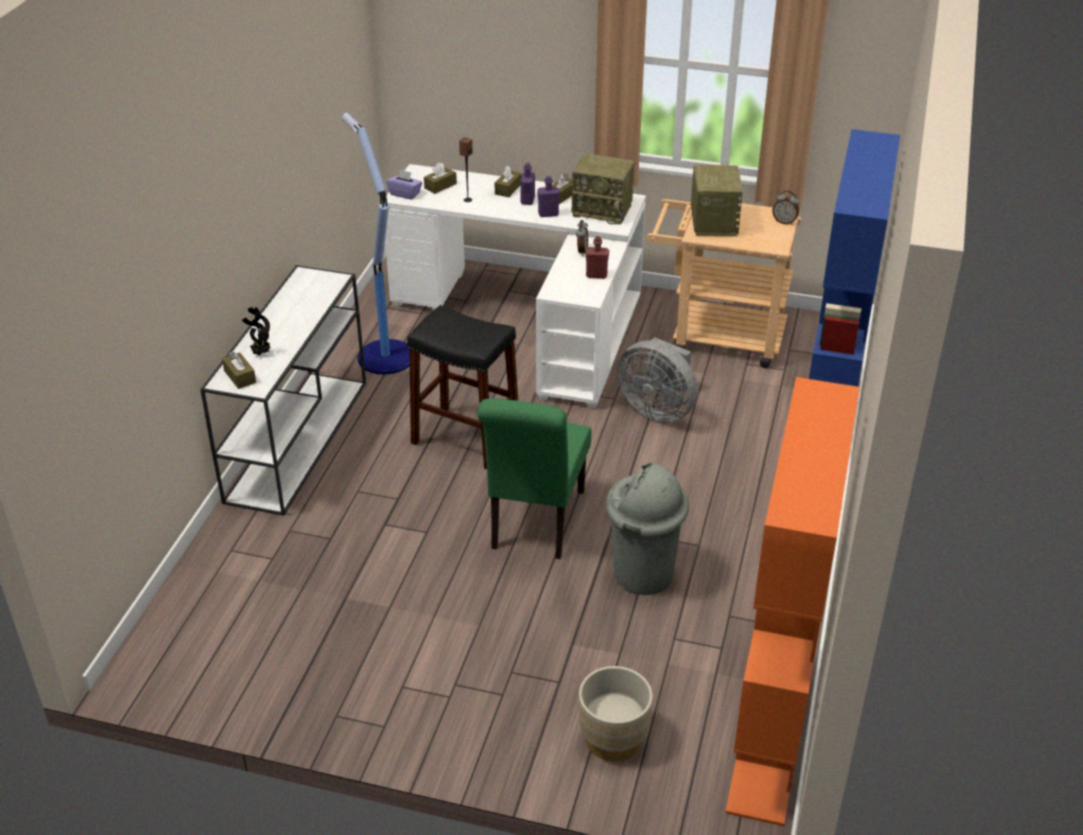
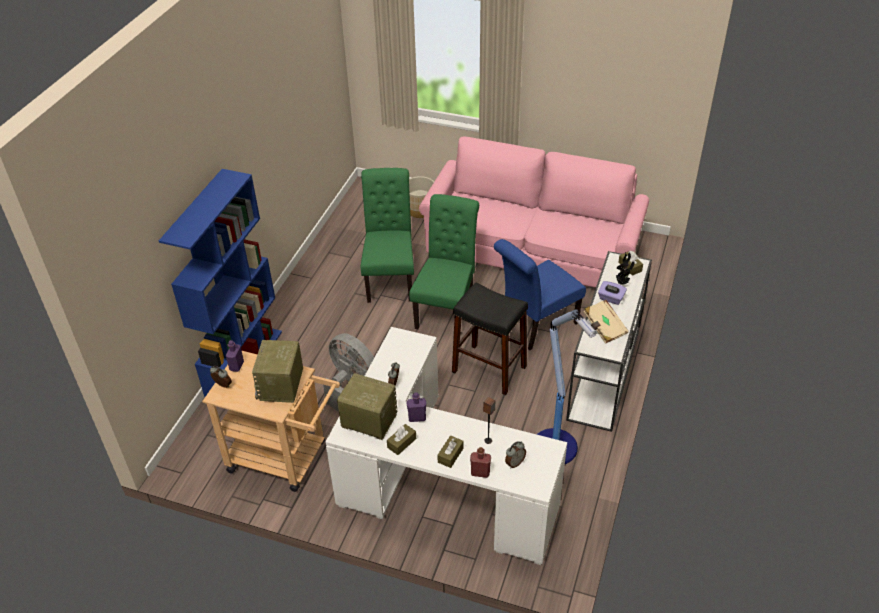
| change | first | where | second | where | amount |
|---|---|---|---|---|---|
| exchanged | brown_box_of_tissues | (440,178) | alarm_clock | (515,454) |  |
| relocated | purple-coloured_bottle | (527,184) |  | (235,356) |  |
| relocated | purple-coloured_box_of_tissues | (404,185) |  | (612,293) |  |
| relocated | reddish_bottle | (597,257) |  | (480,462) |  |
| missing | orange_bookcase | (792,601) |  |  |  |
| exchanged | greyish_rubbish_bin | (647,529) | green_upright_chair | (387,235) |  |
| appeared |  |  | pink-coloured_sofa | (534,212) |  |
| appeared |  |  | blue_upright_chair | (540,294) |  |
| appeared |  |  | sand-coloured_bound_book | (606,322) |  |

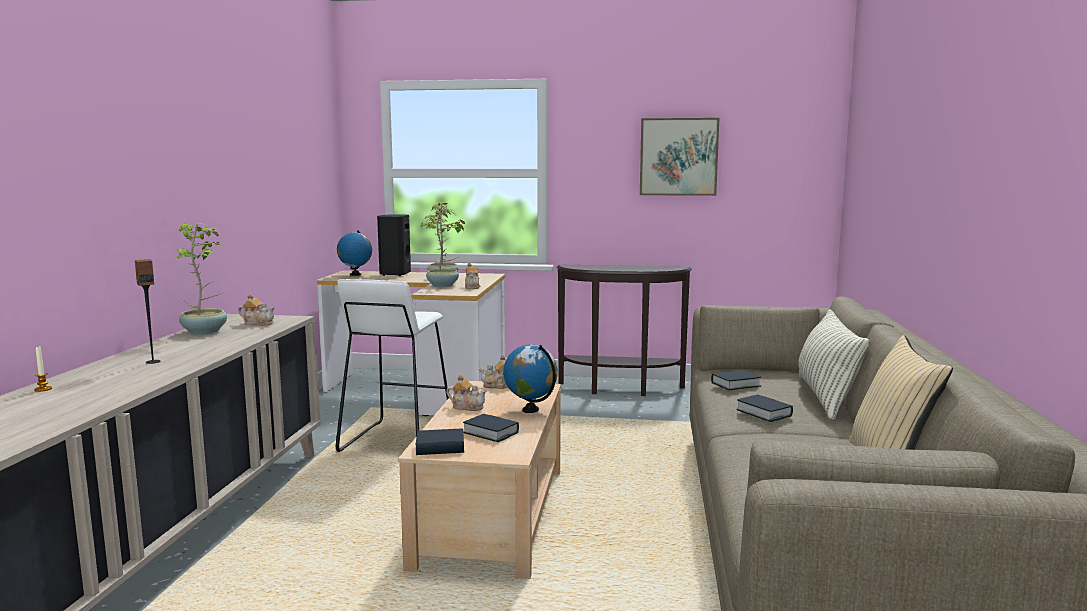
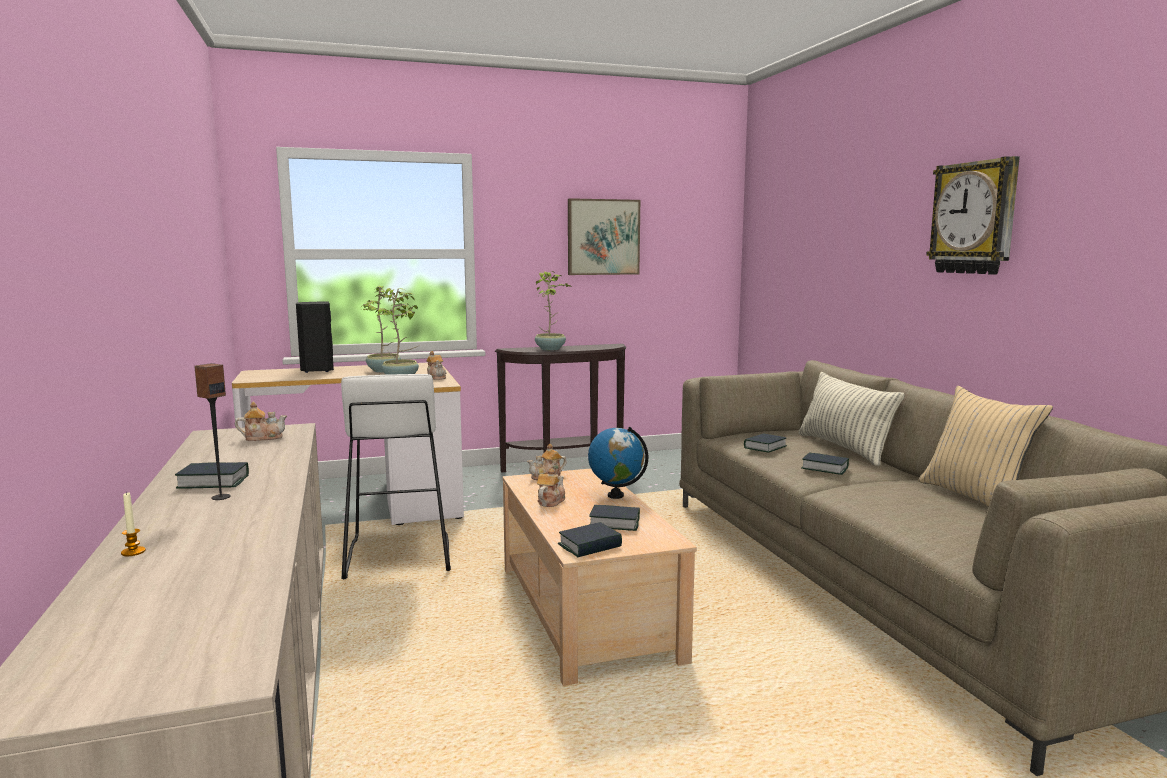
| change | first | where | second | where | amount |
|---|---|---|---|---|---|
| relocated | potted_plant | (200,279) |  | (553,311) |  |
| missing | world_globe | (354,253) |  |  |  |
| spun | tea_pot | (466,392) |  | (551,488) | 60 degrees counterclockwise |
| appeared |  |  | clock_on_the_wall | (973,215) |  |
| appeared |  |  | bound_book | (212,475) |  |

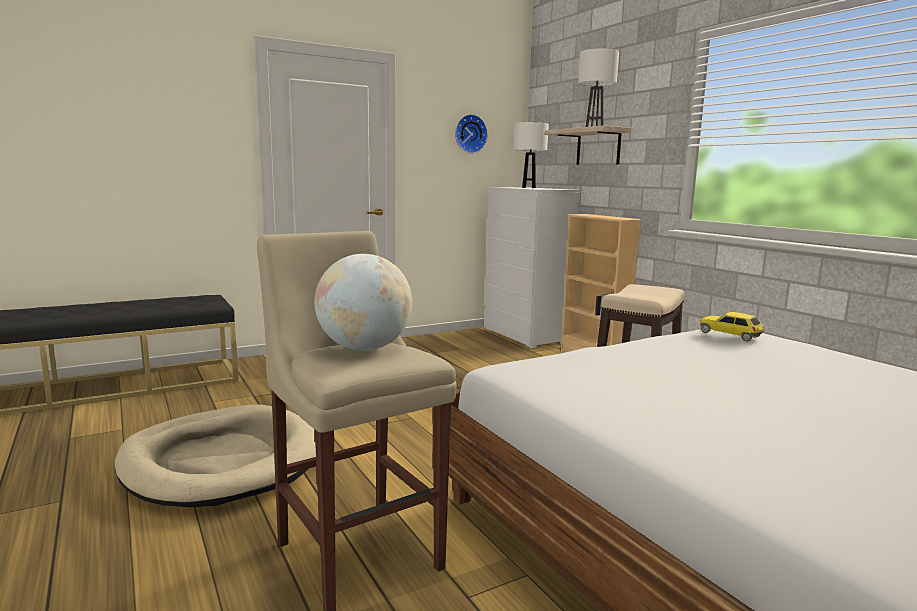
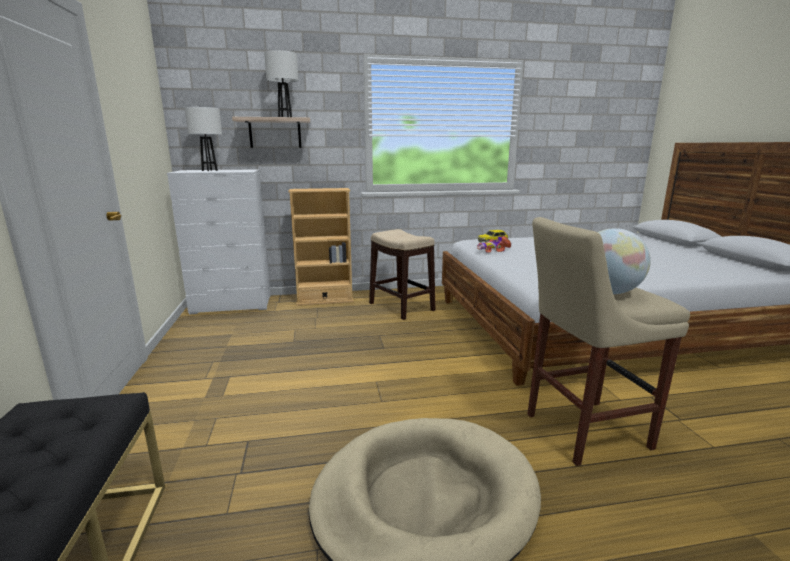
| change | first | where | second | where | amount |
|---|---|---|---|---|---|
| missing | clock_on_the_wall | (471,134) |  |  |  |
| appeared |  |  | model_car | (493,244) |  |

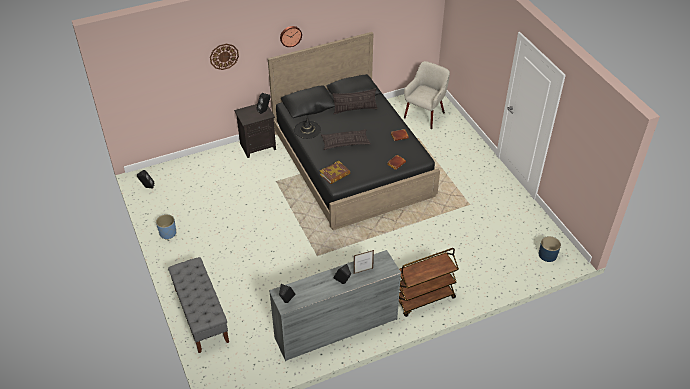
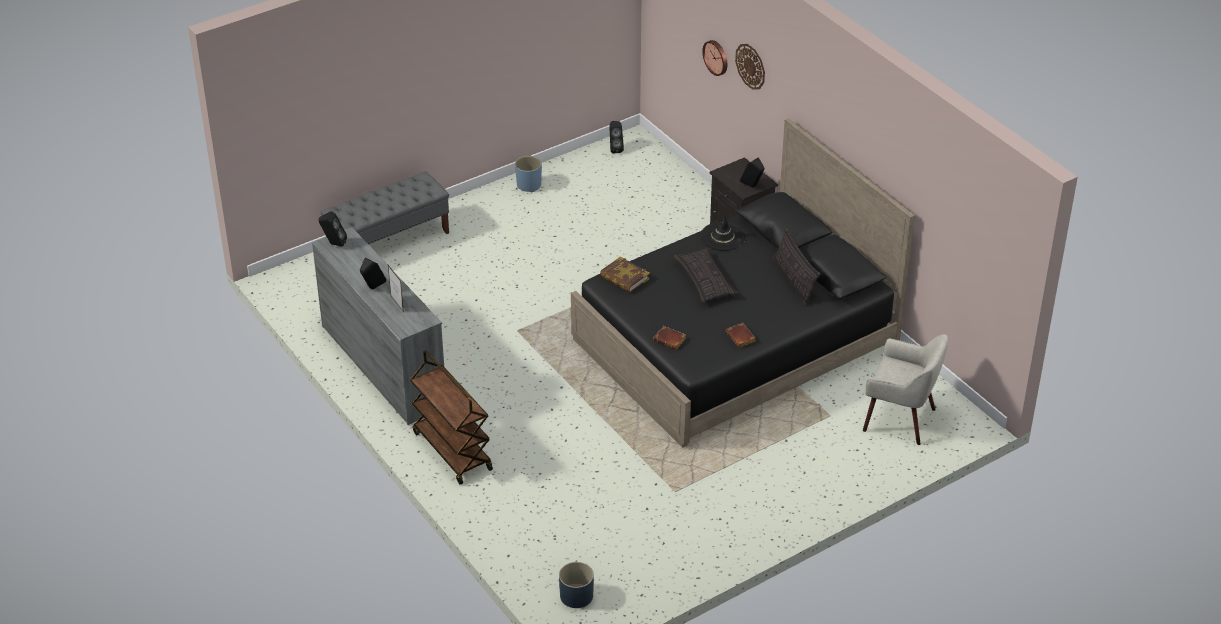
| change | first | where | second | where | amount |
|---|---|---|---|---|---|
| relocated | clock_on_the_wall | (291,36) |  | (714,58) |  |

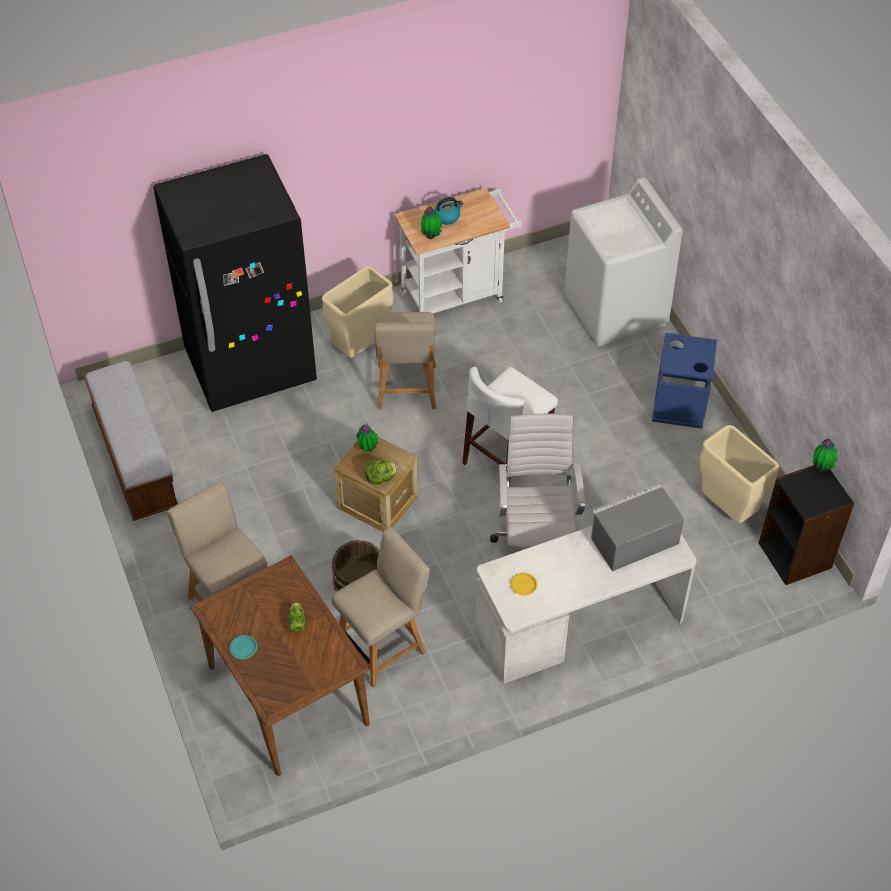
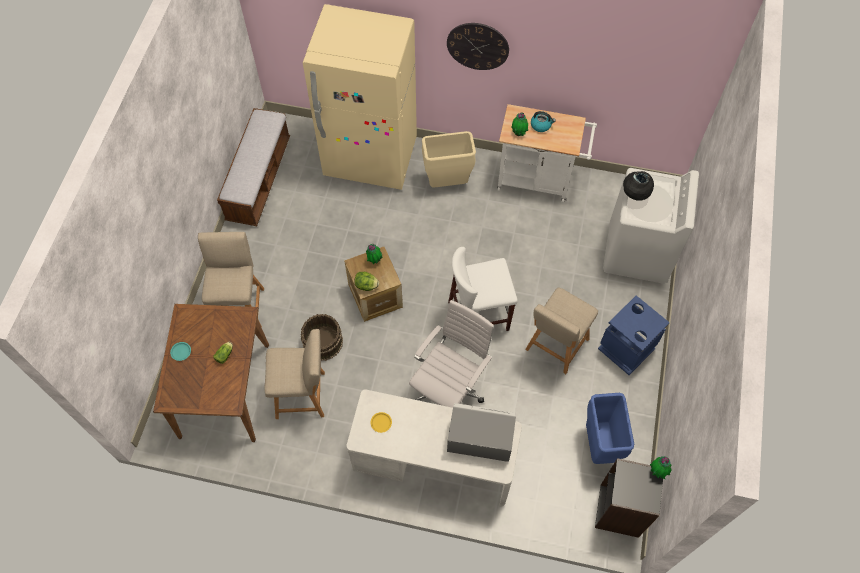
| change | first | where | second | where | amount |
|---|---|---|---|---|---|
| colour | blackish_refrigerator | (235,283) | sand-coloured_refrigerator | (360,97) |  |
| relocated | sand-coloured_upright_chair | (405,360) |  | (561,331) |  |
| colour | sand-coloured_rubbish_bin | (739,474) | blue_rubbish_bin | (610,428) |  |
| appeared |  |  | clock_on_the_wall | (478,46) |  |
| appeared |  |  | blackish_decorative_vase | (638,186) |  |

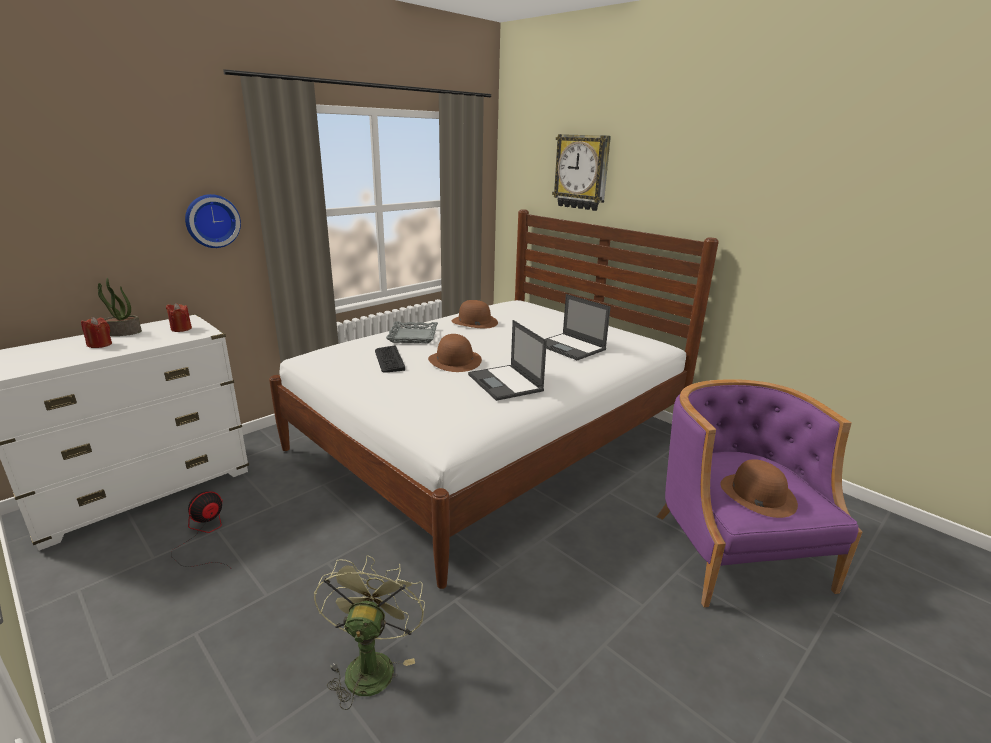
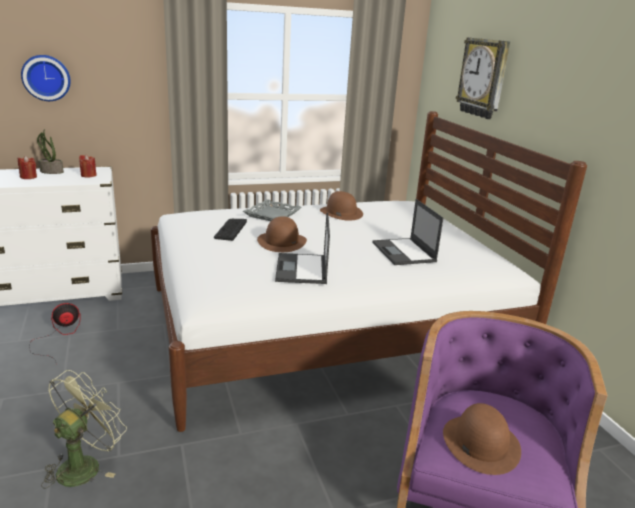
| change | first | where | second | where | amount |
|---|---|---|---|---|---|
| relocated | clock_on_the_wall | (213,221) |  | (46,78) |  |

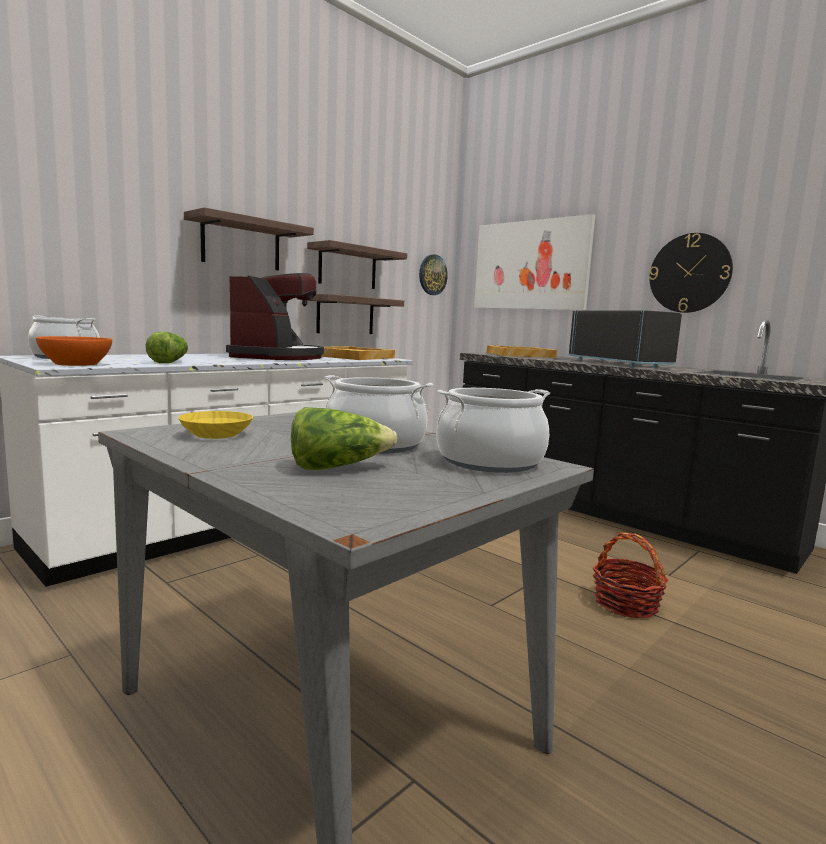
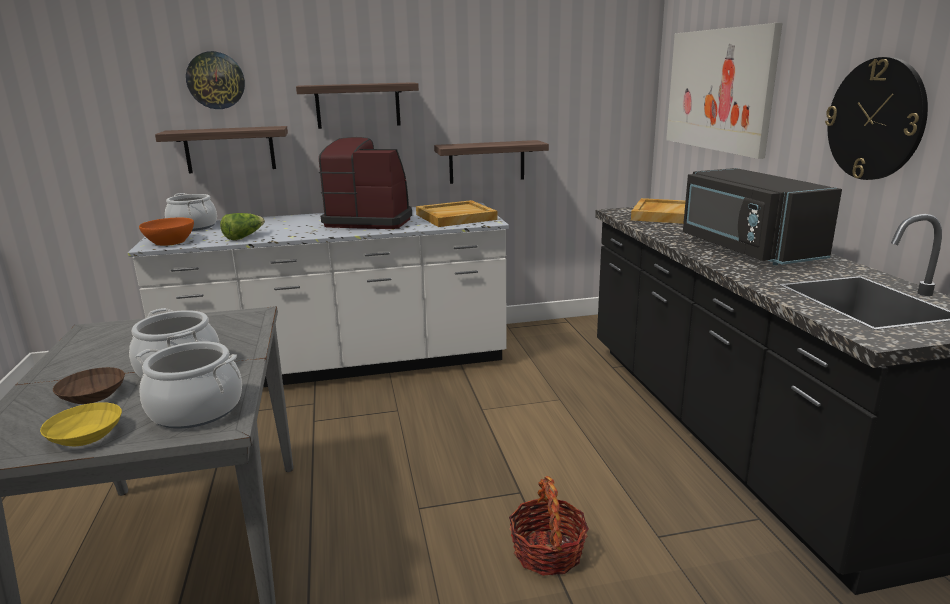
| change | first | where | second | where | amount |
|---|---|---|---|---|---|
| relocated | bracket_shelf | (357,264) |  | (221,149) |  |
| relocated | clock_on_the_wall | (433,274) |  | (215,80) |  |
| spun | coffee_brewer | (275,316) |  | (365,183) | 120 degrees counterclockwise |
| spun | blackish_kitchen_microwave | (625,338) |  | (762,217) | 150 degrees clockwise |
| exchanged | head_of_lettuce | (344,438) | brown_serving_bowl | (89,385) |  |
| relocated | yellow-coloured_serving_bowl | (215,425) |  | (81,424) |  |

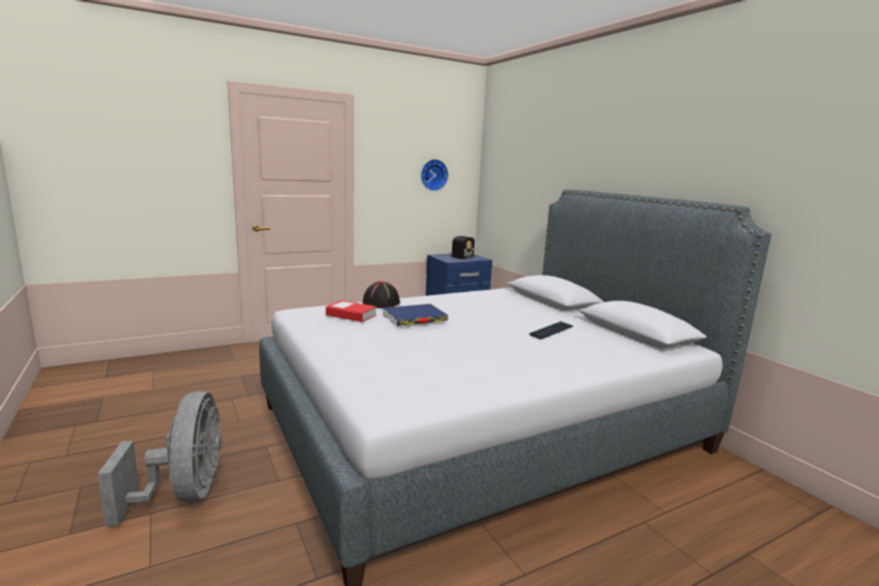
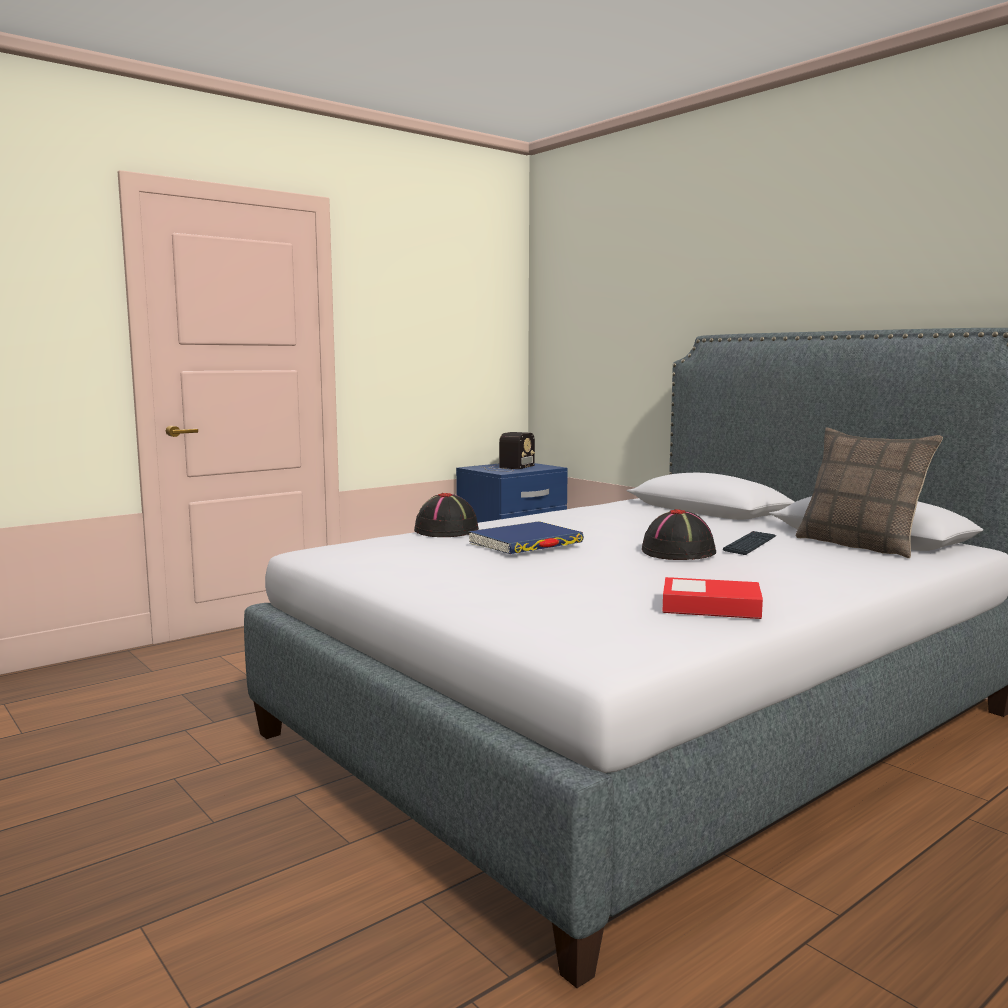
| change | first | where | second | where | amount |
|---|---|---|---|---|---|
| missing | clock_on_the_wall | (434,175) |  |  |  |
| relocated | bound_book | (351,311) |  | (712,598) |  |
| missing | greyish_fan | (160,459) |  |  |  |
| appeared |  |  | pillow | (869,493) |  |
| appeared |  |  | blackish_clothing_hat | (679,534) |  |

